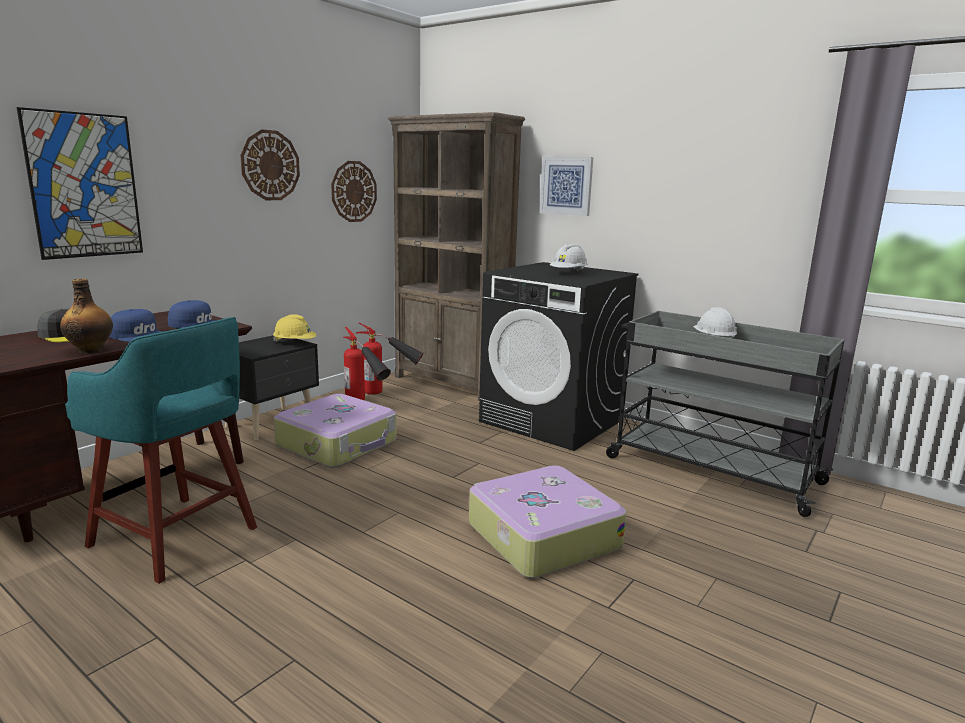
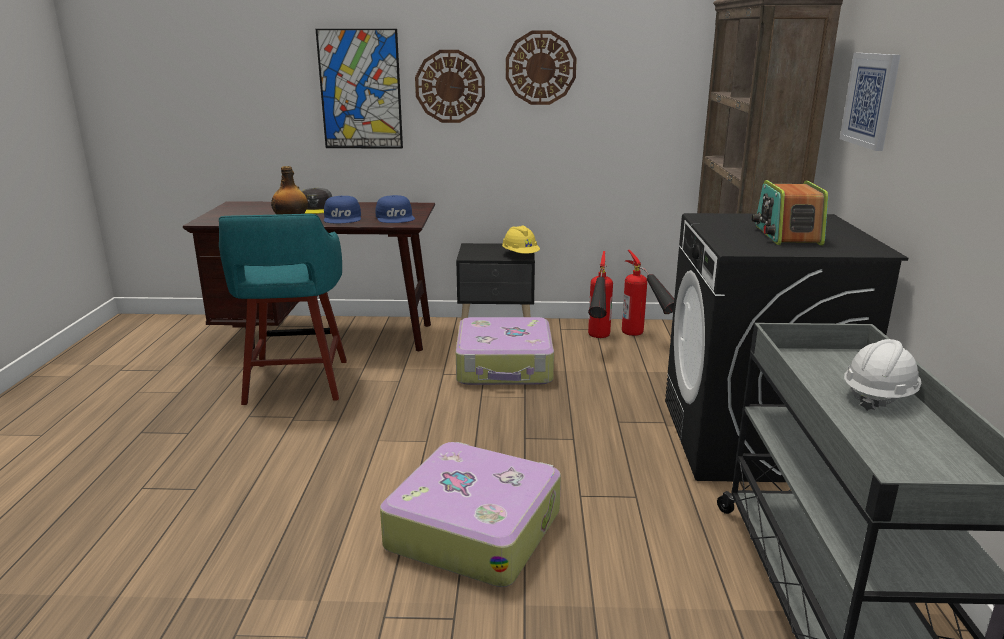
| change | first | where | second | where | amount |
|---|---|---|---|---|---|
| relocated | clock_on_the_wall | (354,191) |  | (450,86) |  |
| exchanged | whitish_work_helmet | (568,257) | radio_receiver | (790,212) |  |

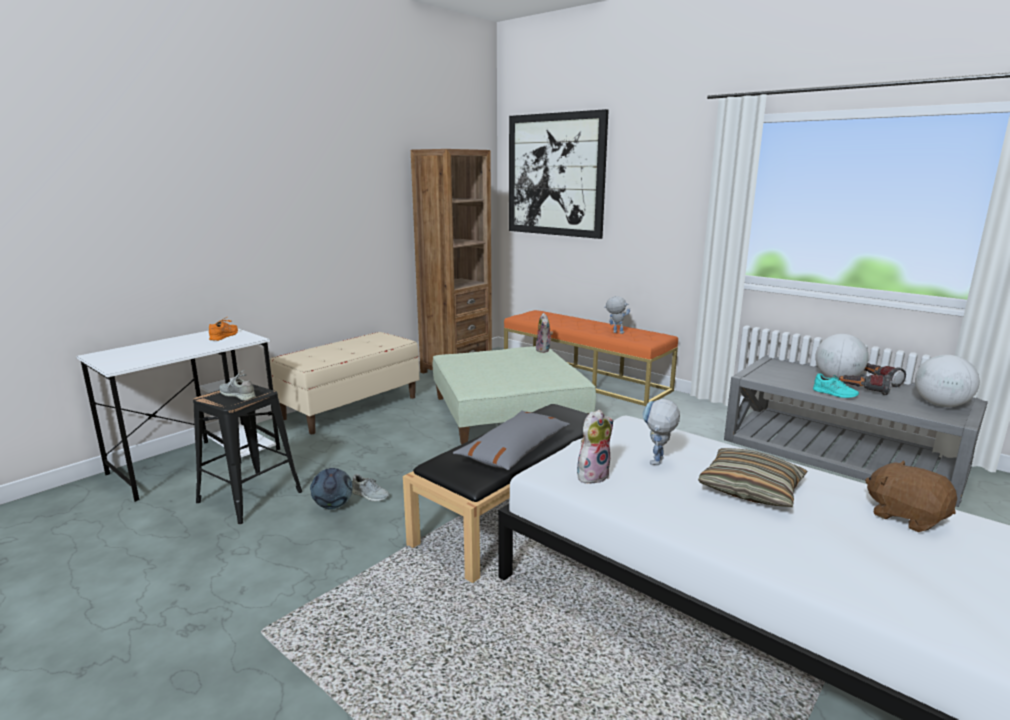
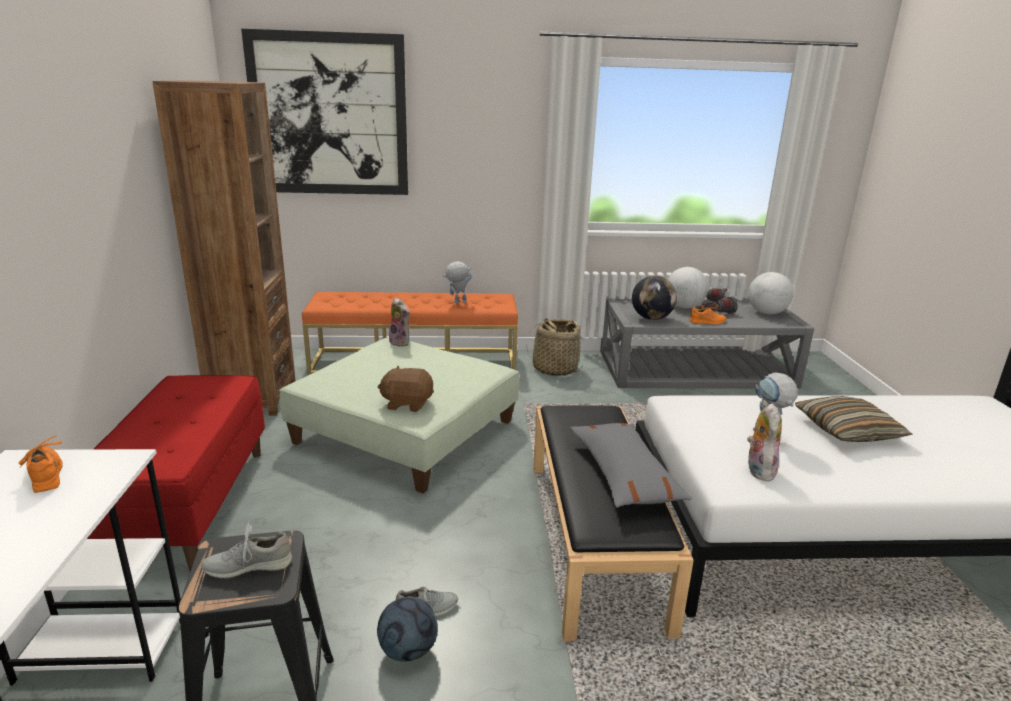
| change | first | where | second | where | amount |
|---|---|---|---|---|---|
| colour | sand-coloured_long_seat | (344,383) | reddish_long_seat | (176,473) |  |
| colour | blue-green_low_shoe | (836,385) | orange_low_shoe | (708,316) |  |
| relocated | brown_plush_toy | (911,496) |  | (405,389) |  |
| appeared |  |  | world_globe | (654,298) |  |
| appeared |  |  | basket | (554,347) |  |

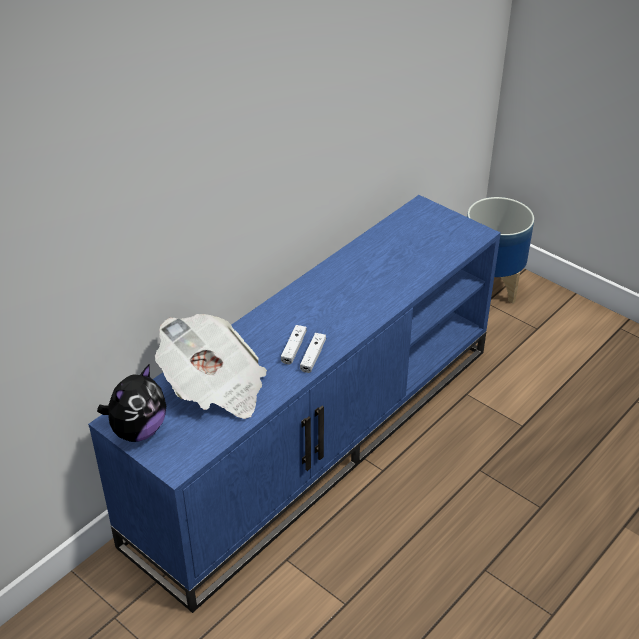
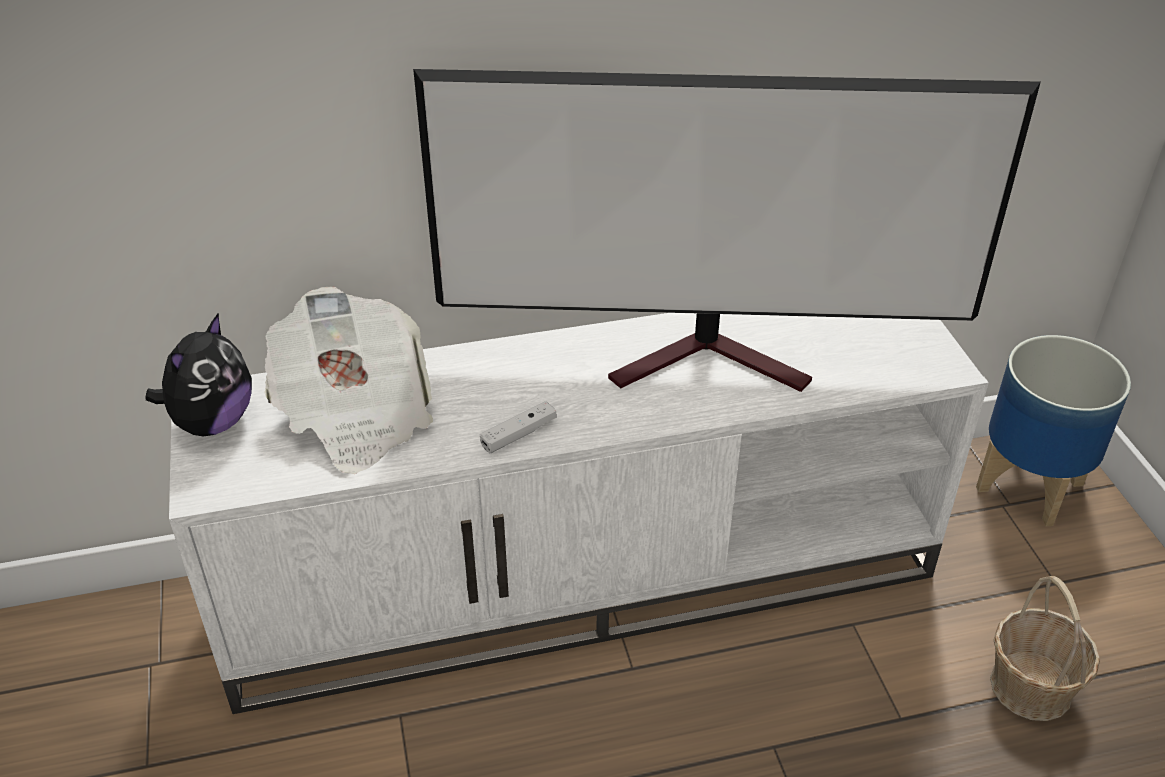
| change | first | where | second | where | amount |
|---|---|---|---|---|---|
| colour | blue_tv_stand | (294,404) | whitish_tv_stand | (579,513) |  |
| missing | whitish_joypad | (294,345) |  |  |  |
| spun | plush_toy | (131,402) |  | (198,374) | 45 degrees counterclockwise |
| appeared |  |  | TV_set | (727,230) |  |
| appeared |  |  | basket | (1045,648) |  |

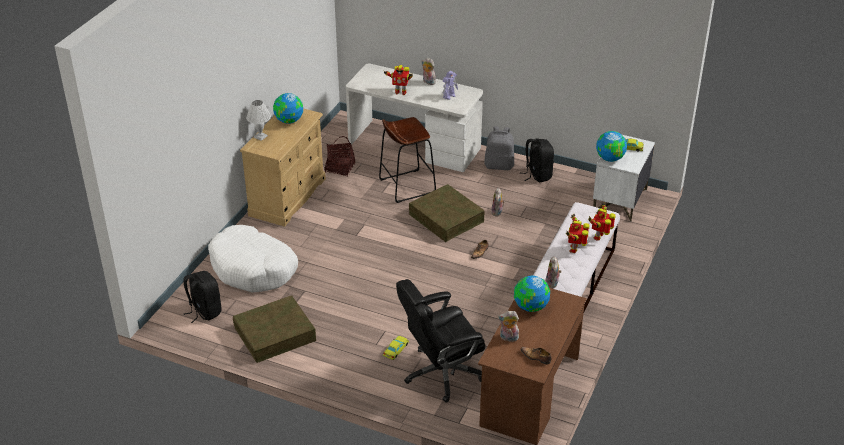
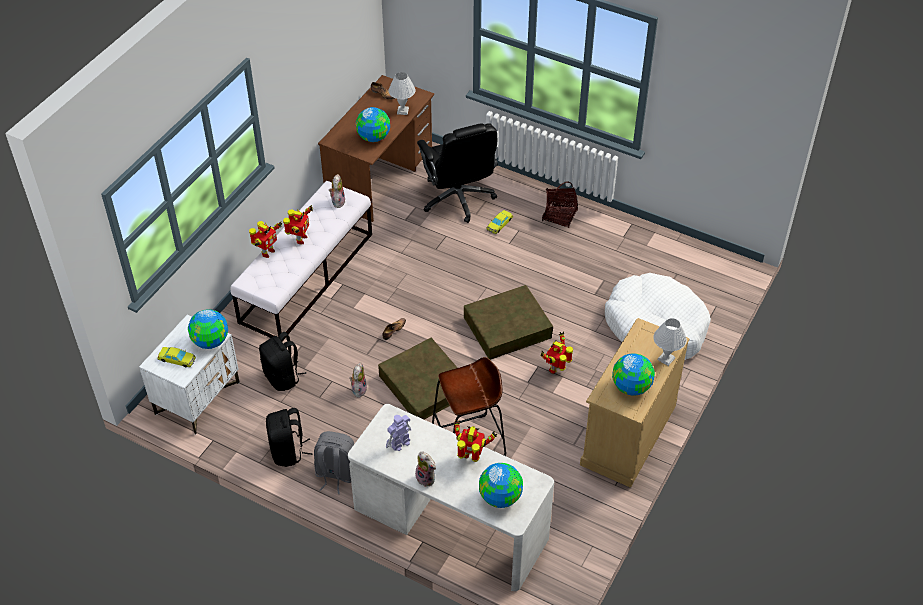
| change | first | where | second | where | amount |
|---|---|---|---|---|---|
| relocated | basket | (340,156) |  | (560,204) |  |
| relocated | blackish_knapsack | (202,297) |  | (283,361) |  |
| spun | blackish_office_chair | (440,341) |  | (457,173) | 90 degrees clockwise |
| relocated | brown_storage_box | (274,329) |  | (508,322) |  |
| exchanged | plush_toy | (508,326) | whitish_table_lamp | (402,93) |  |
| appeared |  |  | robot_figure | (557,352) |  |
| appeared |  |  | world_globe | (501,485) |  |

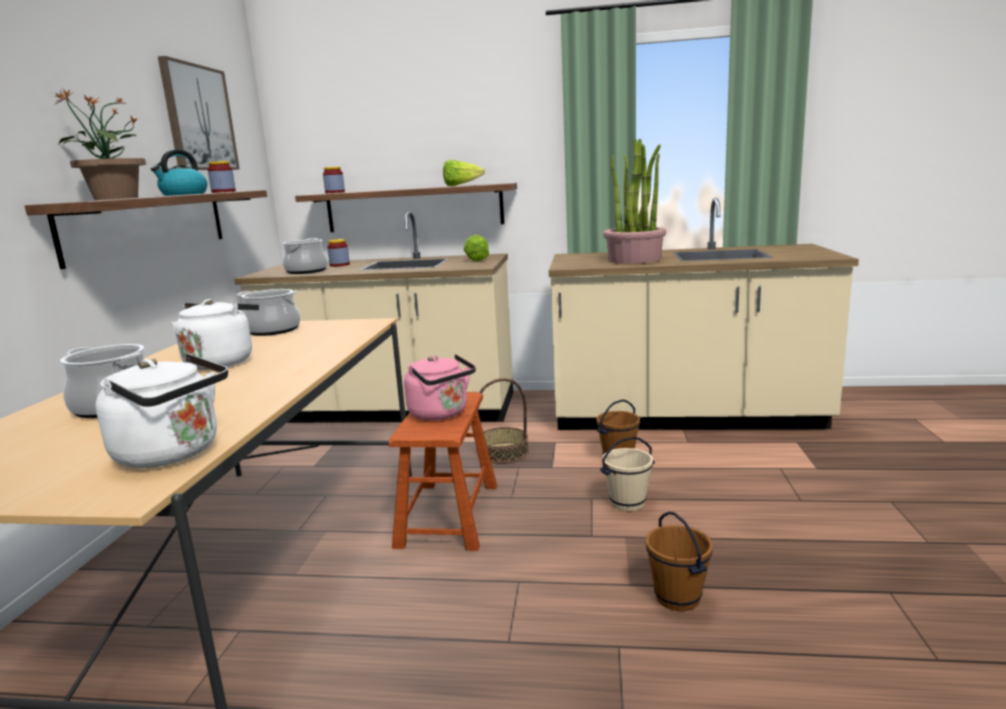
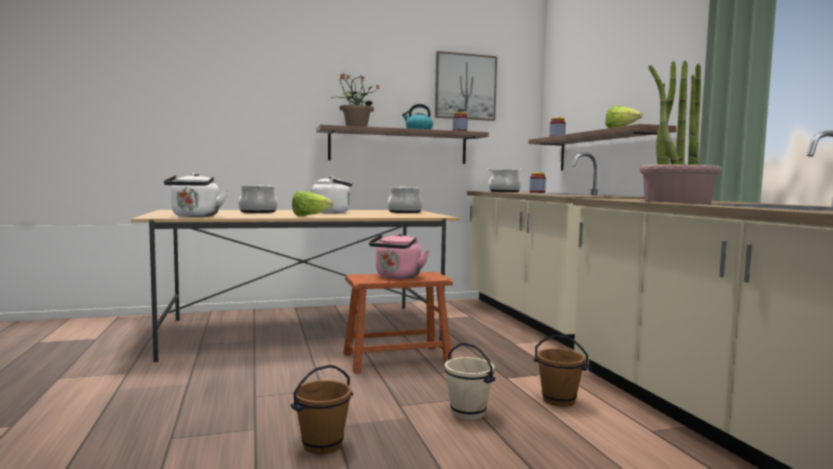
| change | first | where | second | where | amount |
|---|---|---|---|---|---|
| relocated | head_of_lettuce | (476,248) |  | (312,203) |  |
| missing | basket | (504,421) |  |  |  |

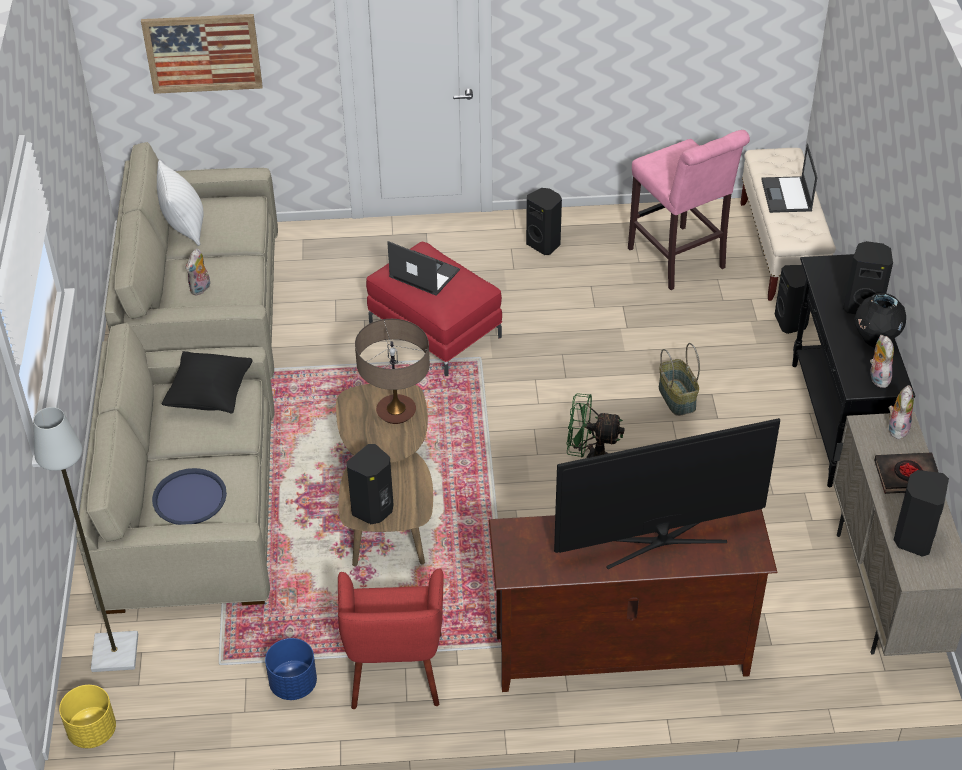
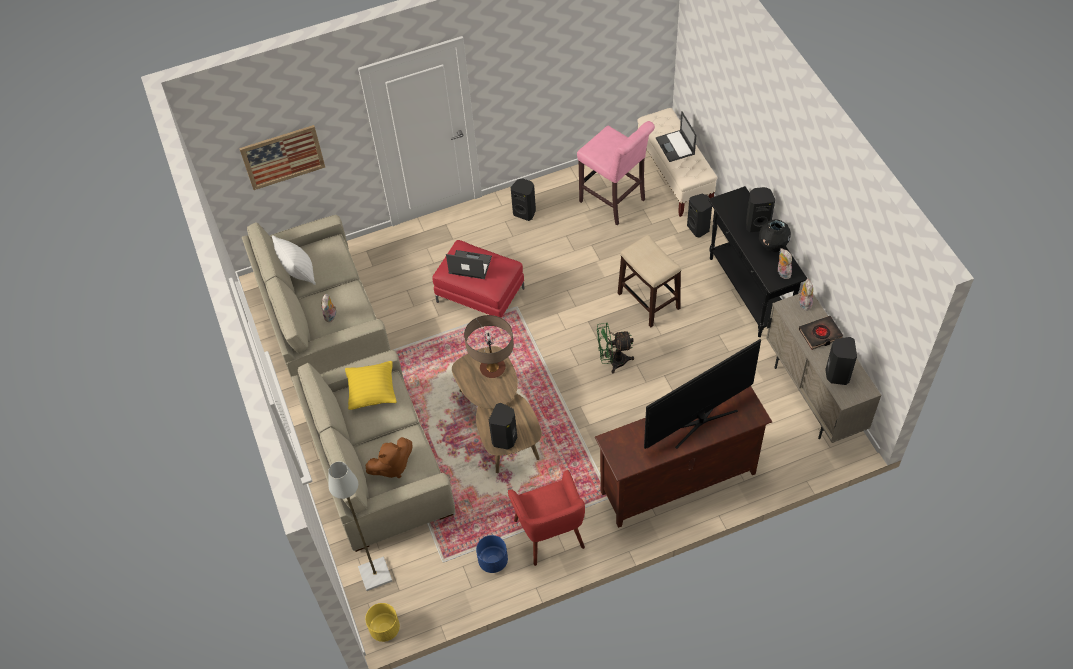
| change | first | where | second | where | amount |
|---|---|---|---|---|---|
| exchanged | basket | (679,379) | stool | (649,281) |  |
| colour | blackish_pillow | (207,382) | yellow-coloured_pillow | (371,385) |  |
| exchanged | blue_tray | (189,496) | brown_plush_toy | (389,457) |  |

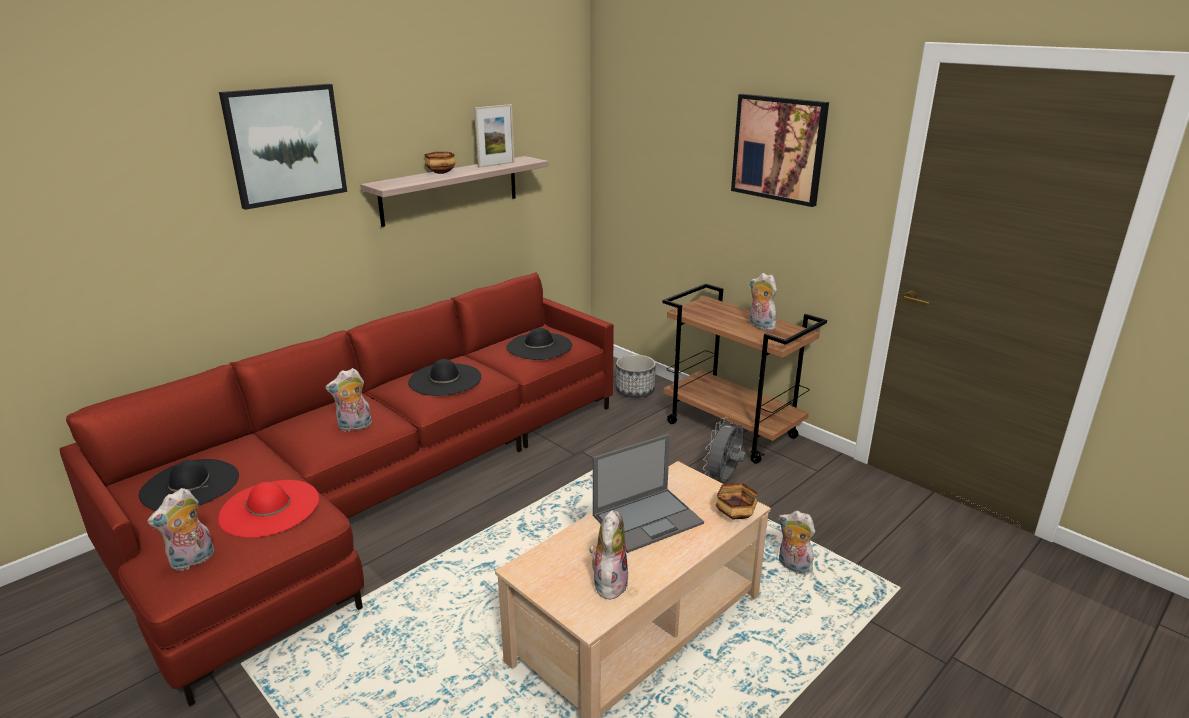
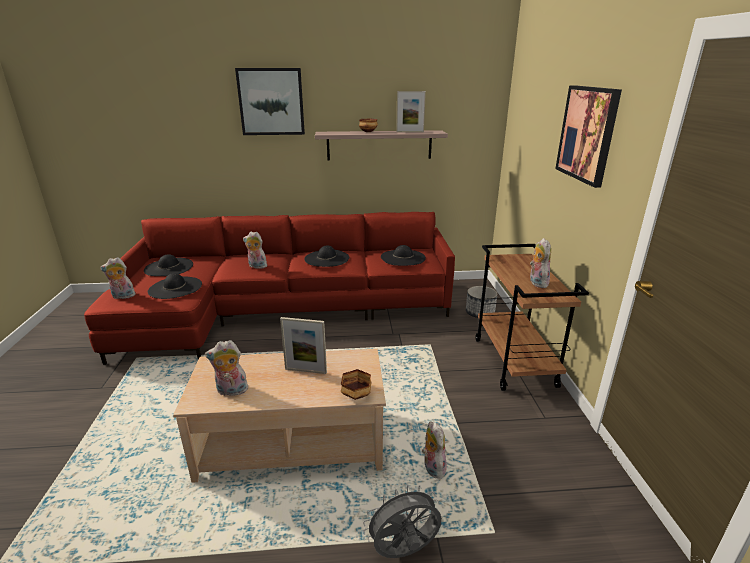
| change | first | where | second | where | amount |
|---|---|---|---|---|---|
| relocated | greyish_fan | (724,449) |  | (402,521) |  |
| exchanged | laptop | (648,493) | standing_frame | (303,345) |  |
| colour | reddish_clothing_hat | (268,509) | blackish_clothing_hat | (175,286) |  |
| spun | plush_toy | (608,556) |  | (226,368) | 150 degrees counterclockwise |

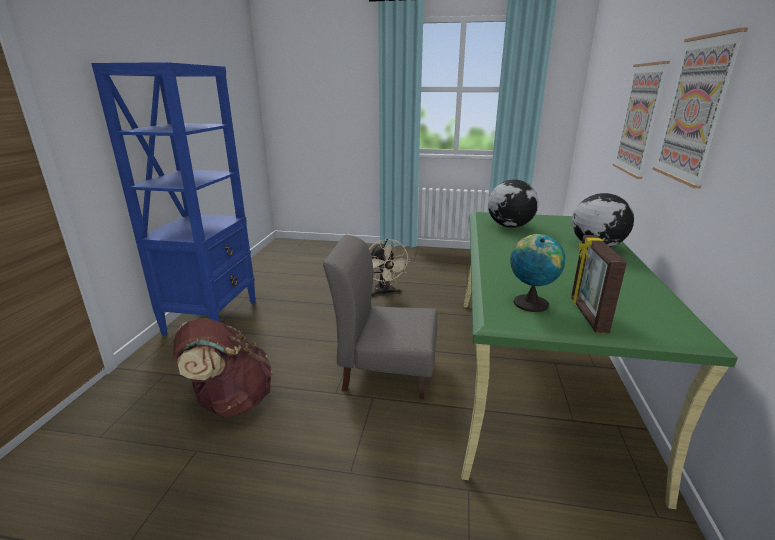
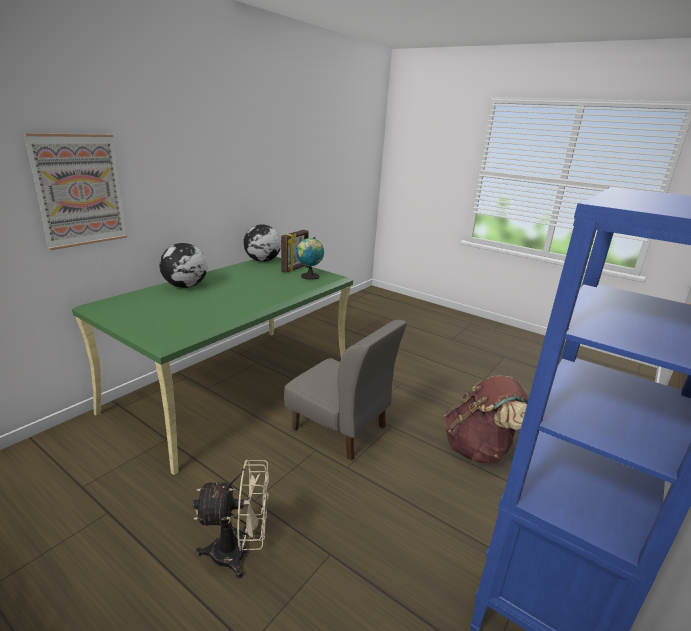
| change | first | where | second | where | amount |
|---|---|---|---|---|---|
| missing | picture | (700,108) |  |  |  |
| relocated | world_globe | (513,203) |  | (262,243) |  |
| spun | sand-coloured_fan | (390,268) |  | (231,519) | 75 degrees clockwise |

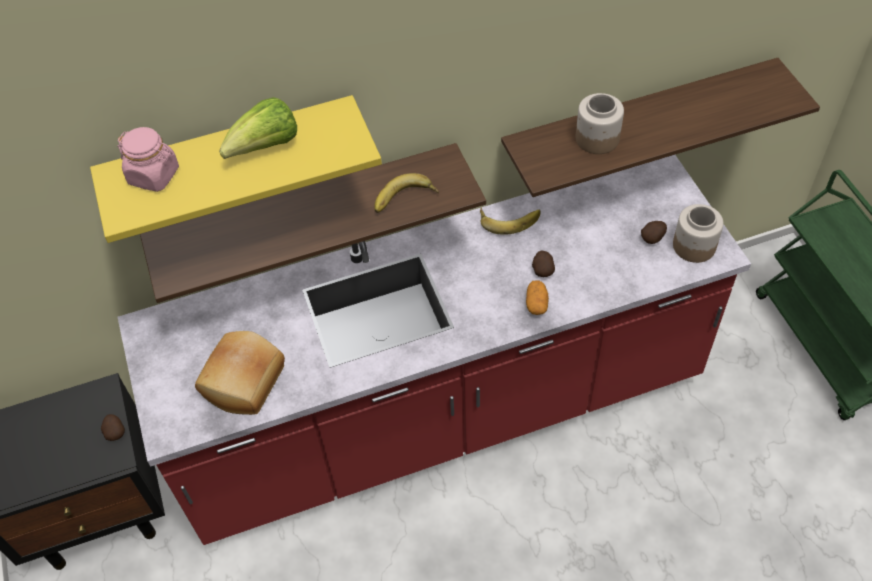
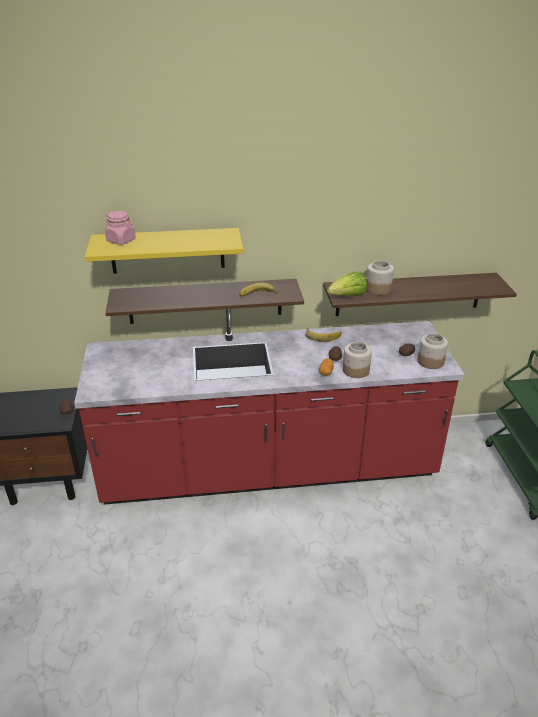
| change | first | where | second | where | amount |
|---|---|---|---|---|---|
| relocated | head_of_lettuce | (258,128) |  | (347,284) |  |
| missing | bread | (240,373) |  |  |  |
| appeared |  |  | jar | (357,359) |  |

